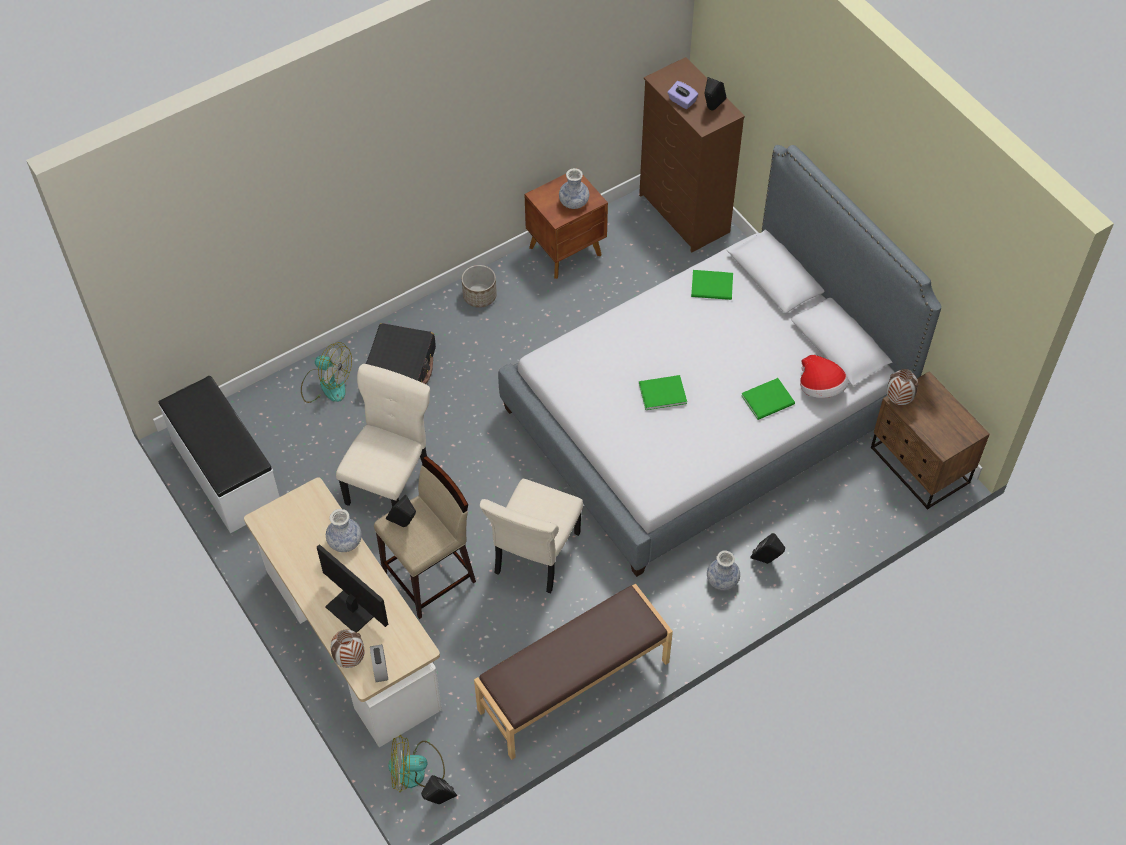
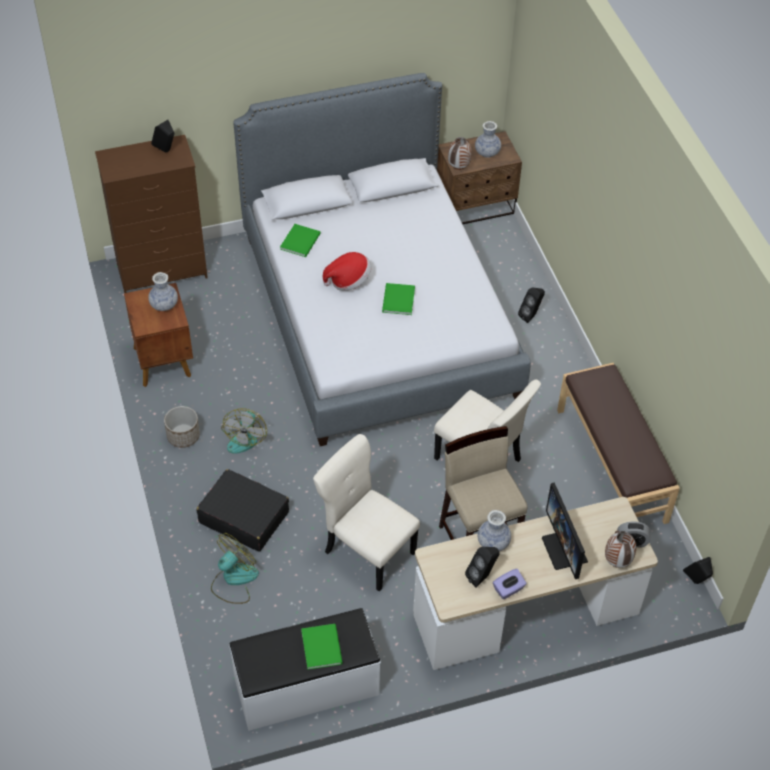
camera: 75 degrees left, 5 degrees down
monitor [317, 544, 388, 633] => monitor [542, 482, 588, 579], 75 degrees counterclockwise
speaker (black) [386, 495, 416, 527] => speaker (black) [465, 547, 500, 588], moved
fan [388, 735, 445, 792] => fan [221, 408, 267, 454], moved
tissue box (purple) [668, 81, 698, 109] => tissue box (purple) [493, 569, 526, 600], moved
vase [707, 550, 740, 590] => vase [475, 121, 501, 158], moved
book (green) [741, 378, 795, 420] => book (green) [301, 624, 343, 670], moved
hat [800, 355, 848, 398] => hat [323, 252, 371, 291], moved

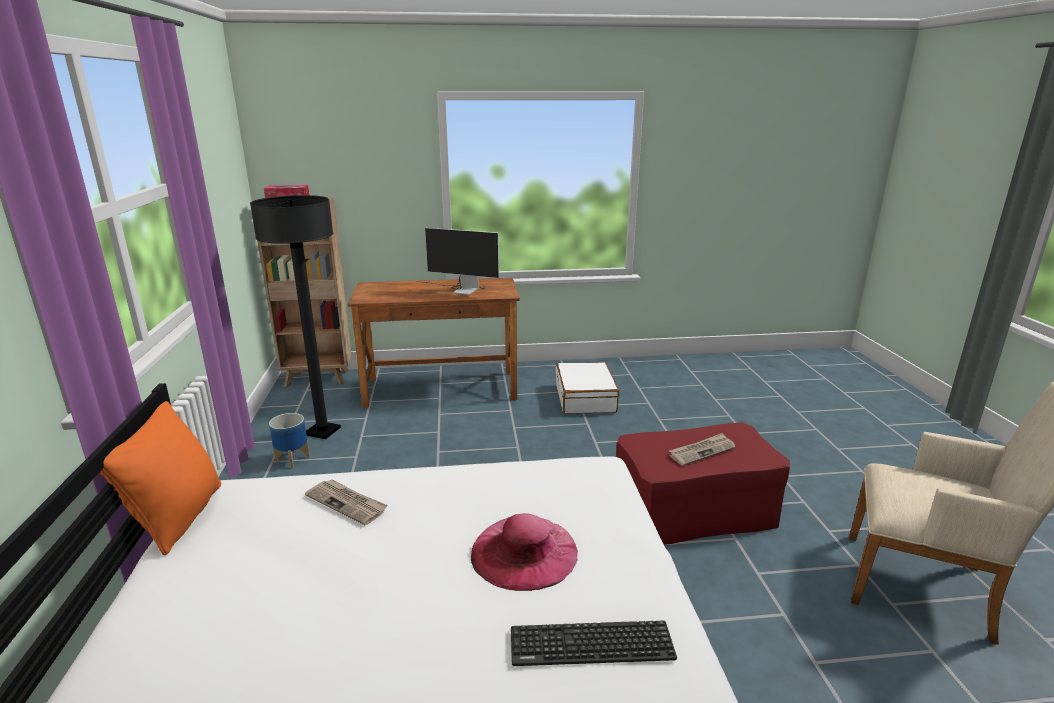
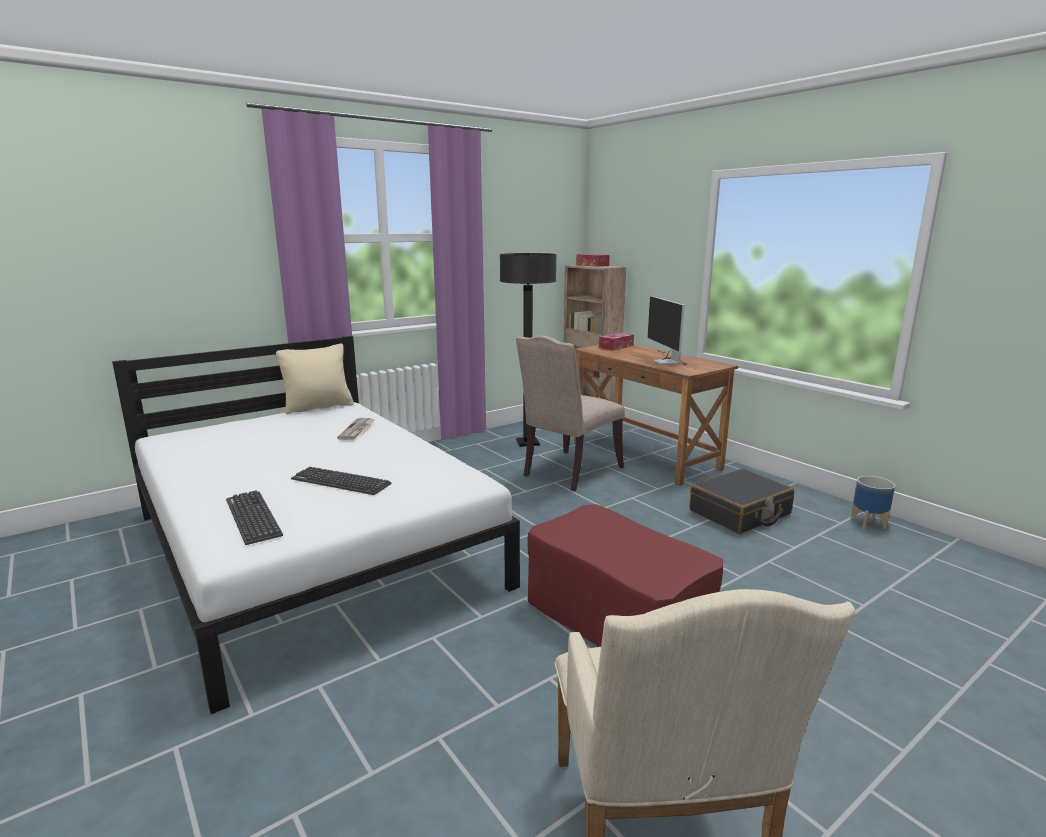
camera: 60 degrees right, 5 degrees down
pillow (orange) [100, 401, 221, 555] => pillow (beige) [275, 344, 354, 414]
planter [269, 413, 310, 468] => planter [851, 476, 895, 530], moved
hat (pink) [471, 513, 578, 591] => keyboard [291, 467, 392, 495]
suitcase (white) [556, 362, 619, 414] => suitcase (black) [689, 469, 794, 534]
newspaper [669, 433, 735, 466] => nothing
nothing => chair (beige) [516, 336, 625, 491]
nothing => tissue box [599, 333, 634, 351]

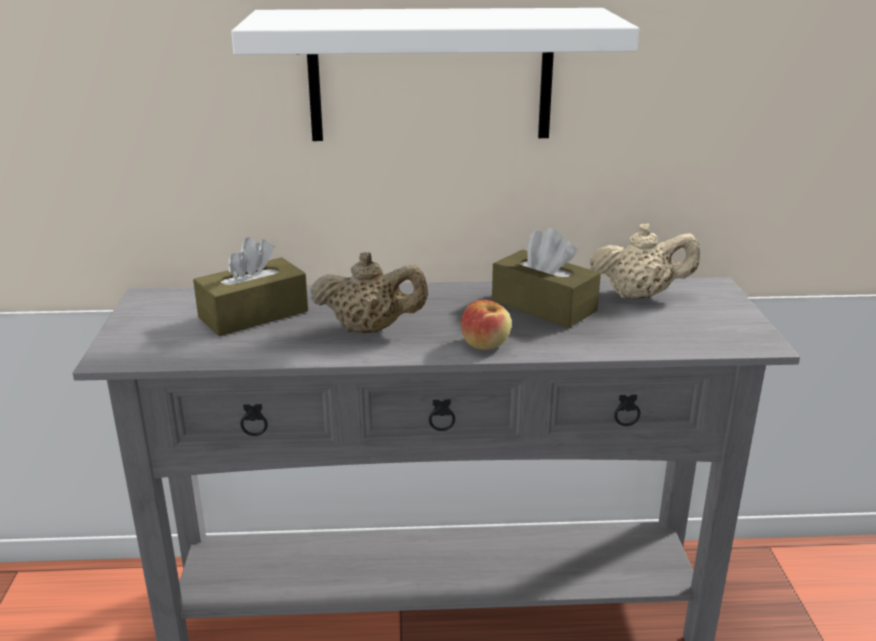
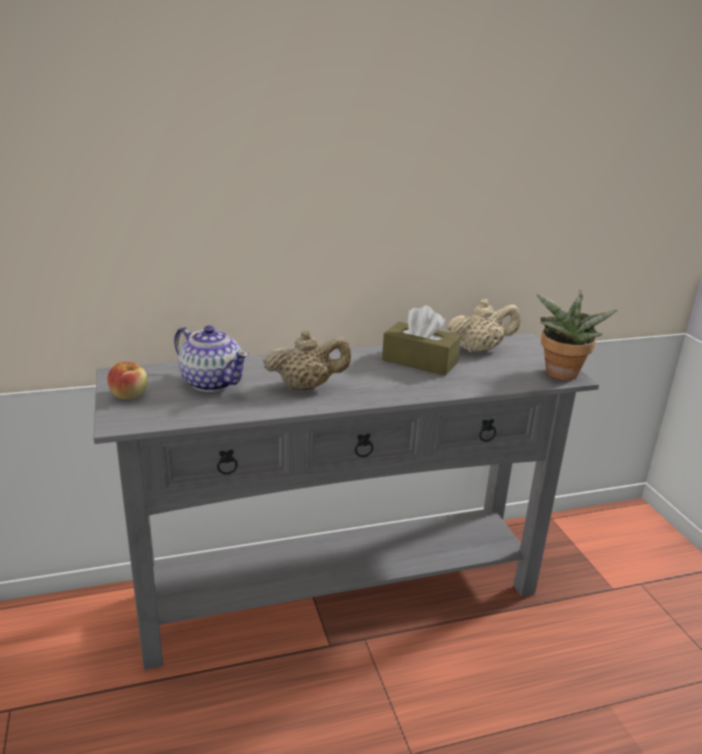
camera: 15 degrees left, 0 degrees up
tissue box (brown) [193, 237, 308, 336] => teapot [174, 325, 249, 392]
shelf (white) [231, 8, 639, 141] => nothing
apple [461, 300, 512, 350] => apple [107, 362, 148, 399], moved
nothing => potted plant [537, 290, 618, 380]

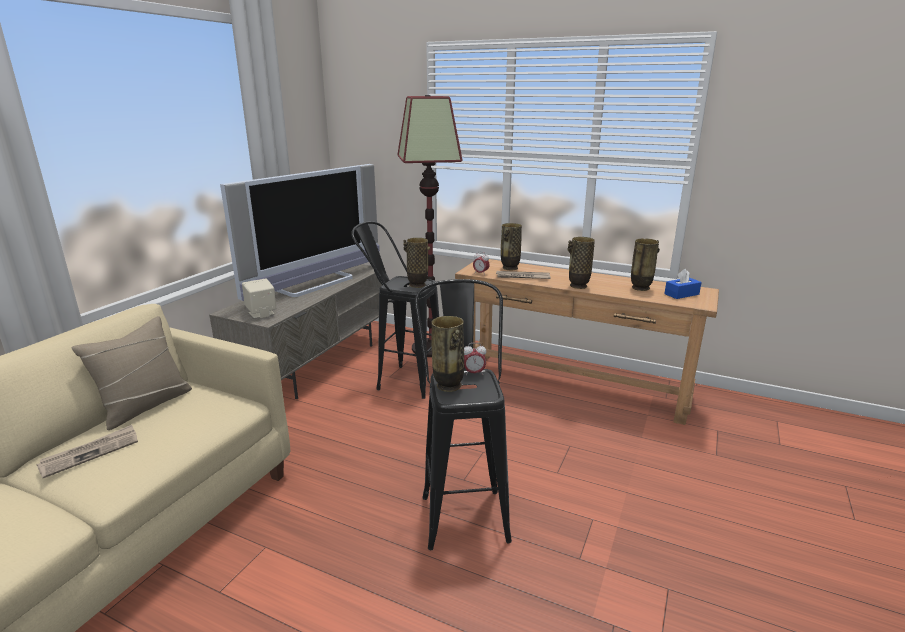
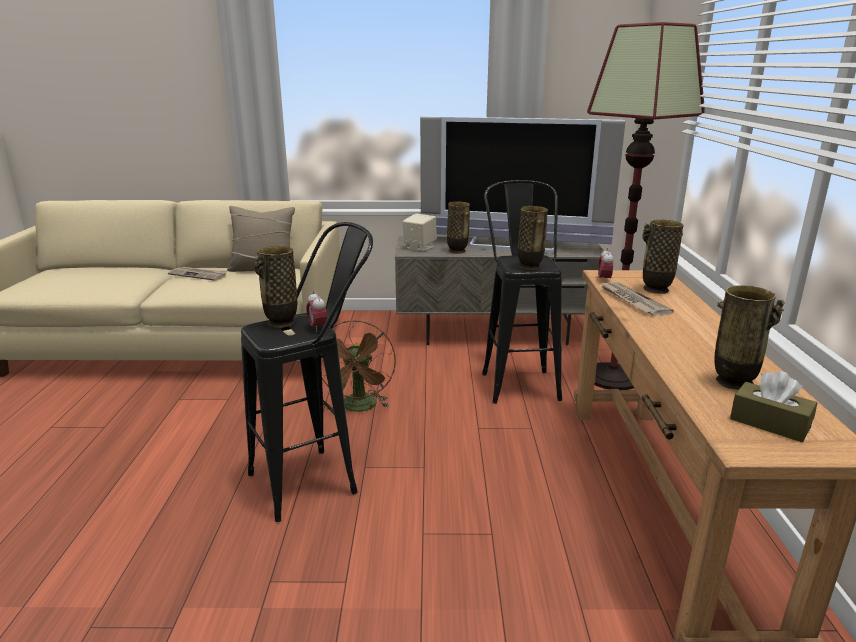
camera: 65 degrees right, 0 degrees up
vase [567, 237, 595, 289] => vase [447, 201, 470, 254], moved
tissue box (blue) [664, 269, 702, 299] => tissue box (brown) [730, 371, 817, 442]
nothing => fan (brown) [322, 320, 396, 412]

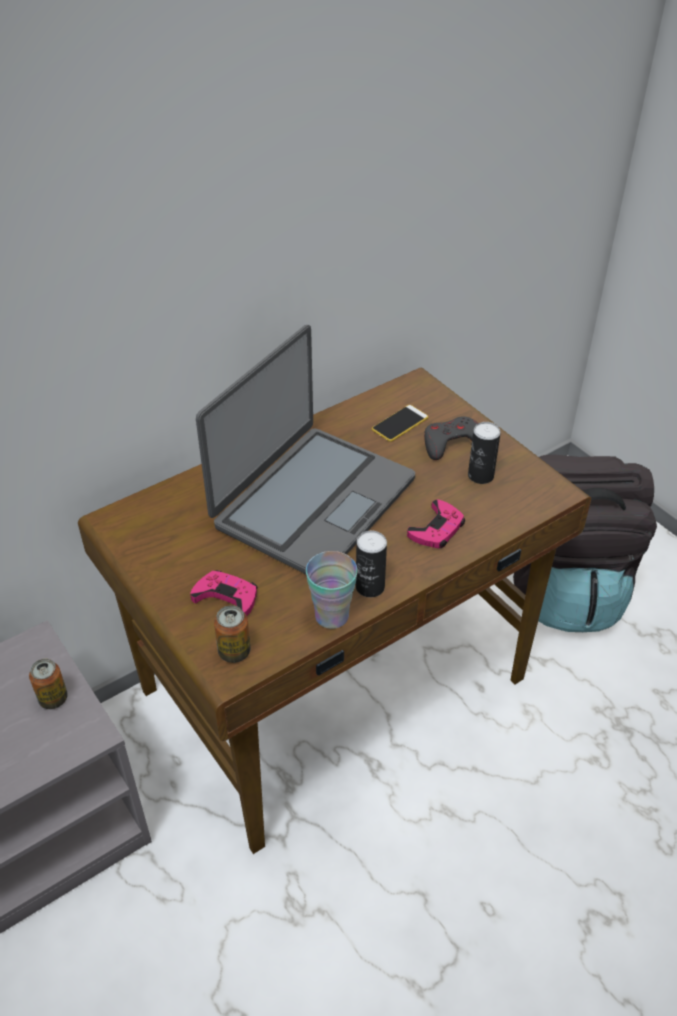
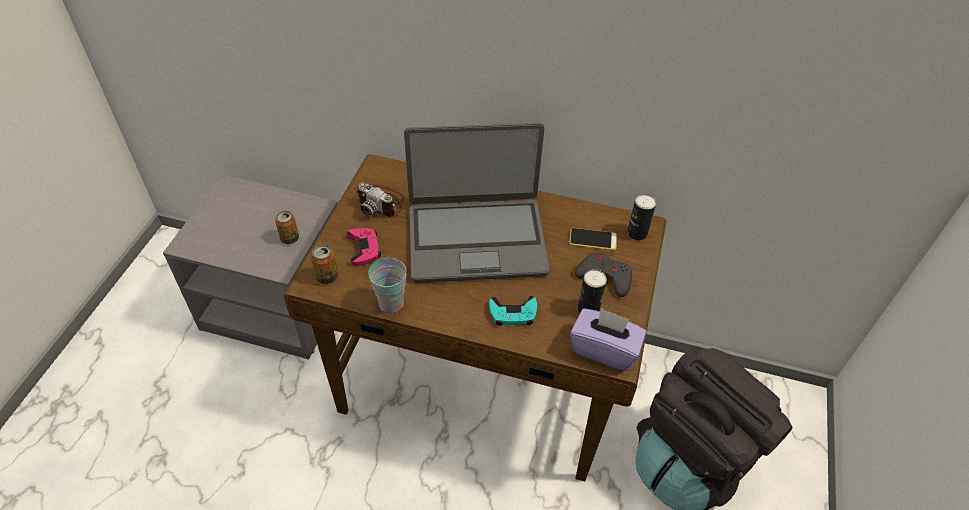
camera: 50 degrees right, 5 degrees up
can [356, 530, 387, 597] => can [627, 194, 656, 240], moved
game controller (pink) [407, 499, 465, 549] => game controller (turquoise) [489, 296, 537, 326]
nothing => photo camera [355, 182, 405, 217]
nothing => tissue box (purple) [570, 308, 646, 371]

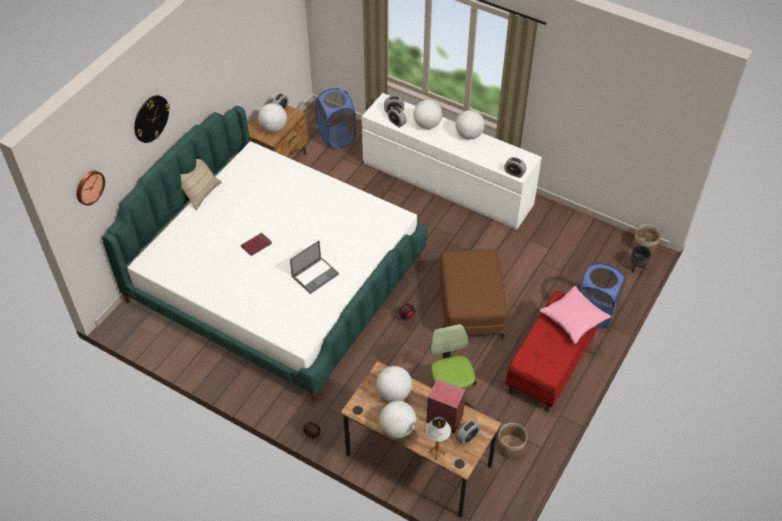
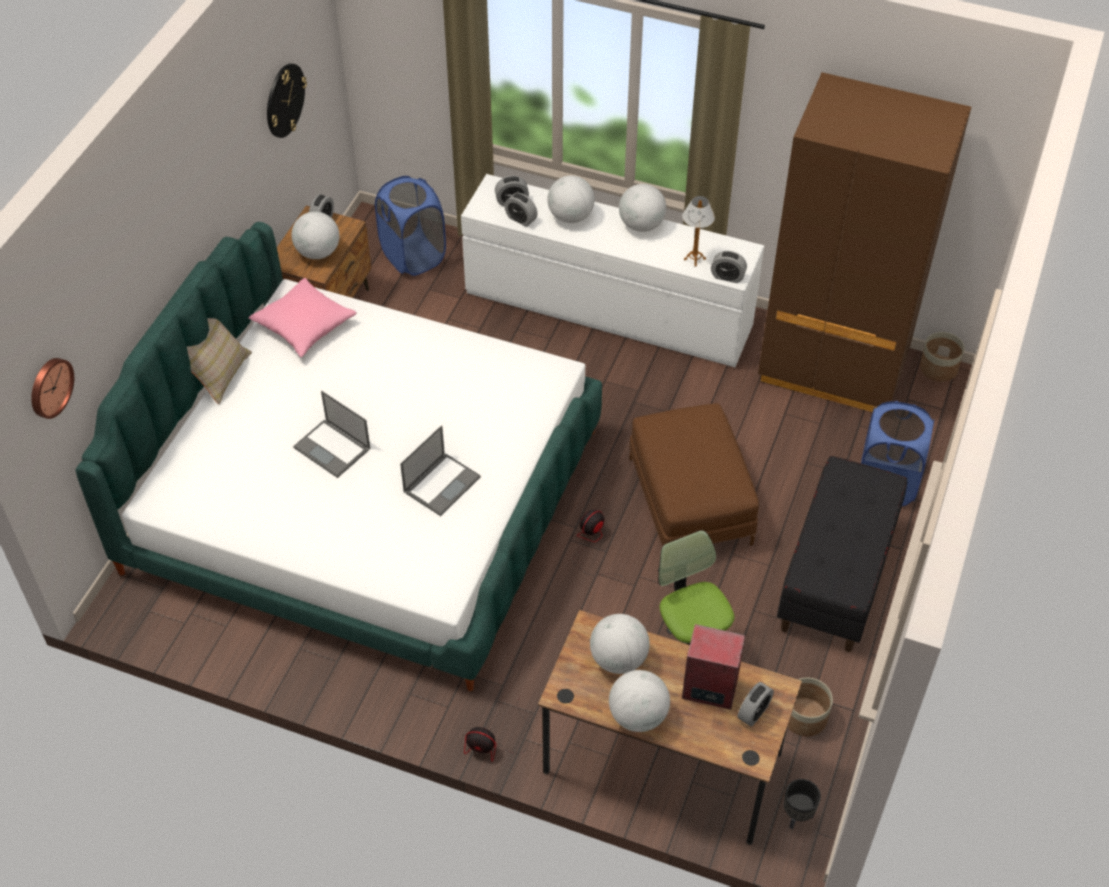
camera: 10 degrees left, 0 degrees up
wall clock [134, 95, 170, 143] => wall clock [267, 63, 307, 138], moved
book (red) [241, 233, 272, 256] => laptop [293, 391, 370, 478]
table lamp [426, 417, 451, 460] => table lamp [682, 196, 715, 267], moved
bench (red) [506, 291, 599, 412] => bench (black) [777, 456, 907, 652]
pillow (pink) [539, 286, 611, 344] => pillow (pink) [249, 278, 357, 357], moved
planter (black) [631, 245, 651, 273] => planter (black) [784, 779, 821, 829], moved
nothing => wardrobe (brown) [758, 72, 972, 412]

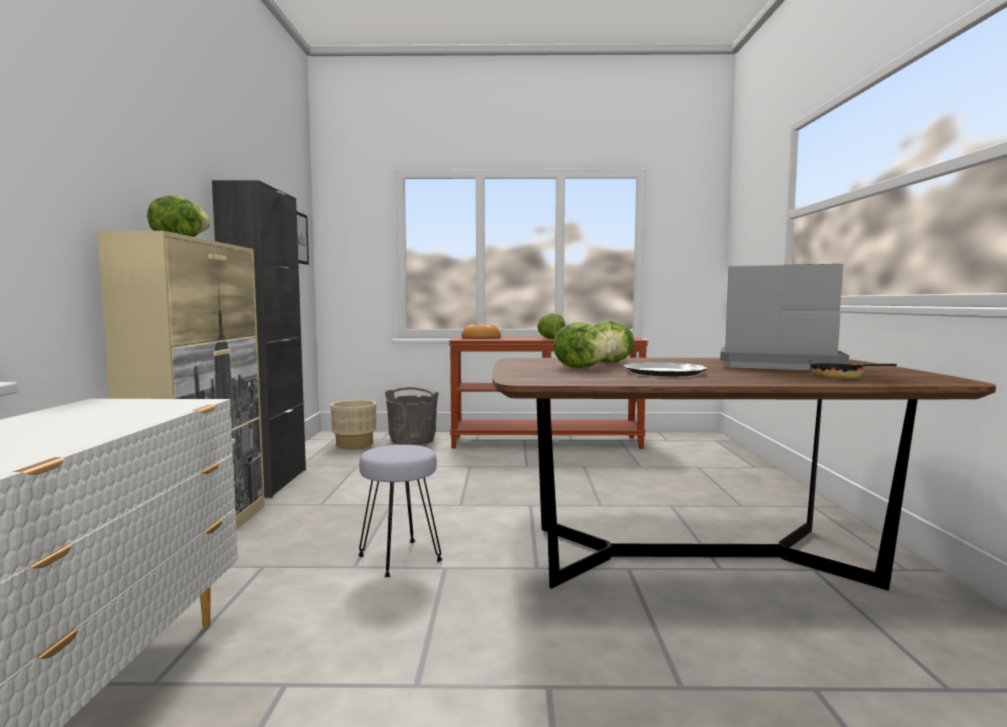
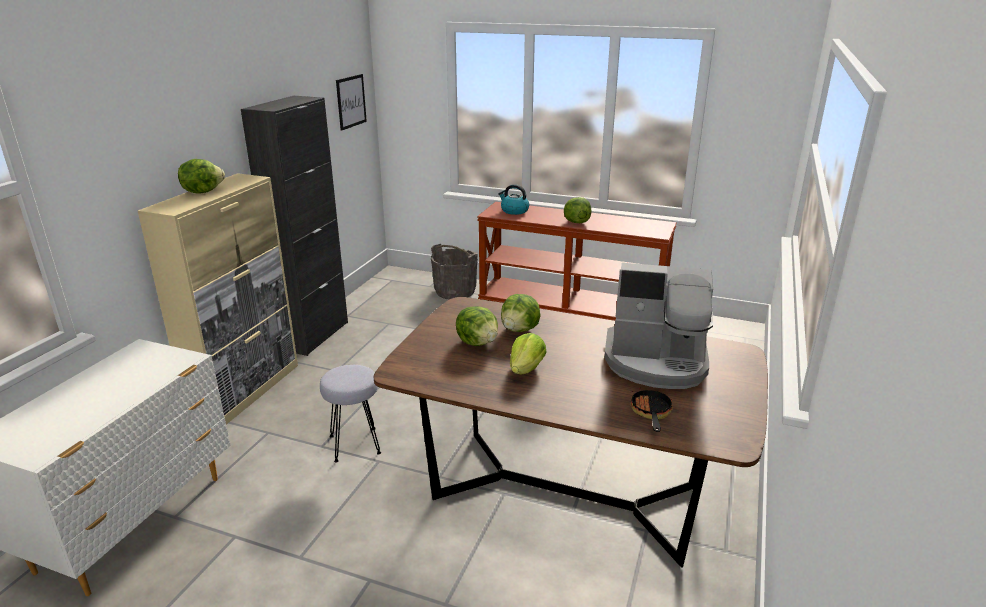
camera: 20 degrees right, 20 degrees up
planter (beige) [331, 400, 376, 449] => nothing
bread [462, 324, 501, 339] => kettle [498, 184, 529, 215]
plate [623, 362, 708, 377] => lettuce [510, 333, 547, 374]
coffee machine [720, 264, 849, 370] => coffee machine [604, 263, 713, 389], 150 degrees clockwise

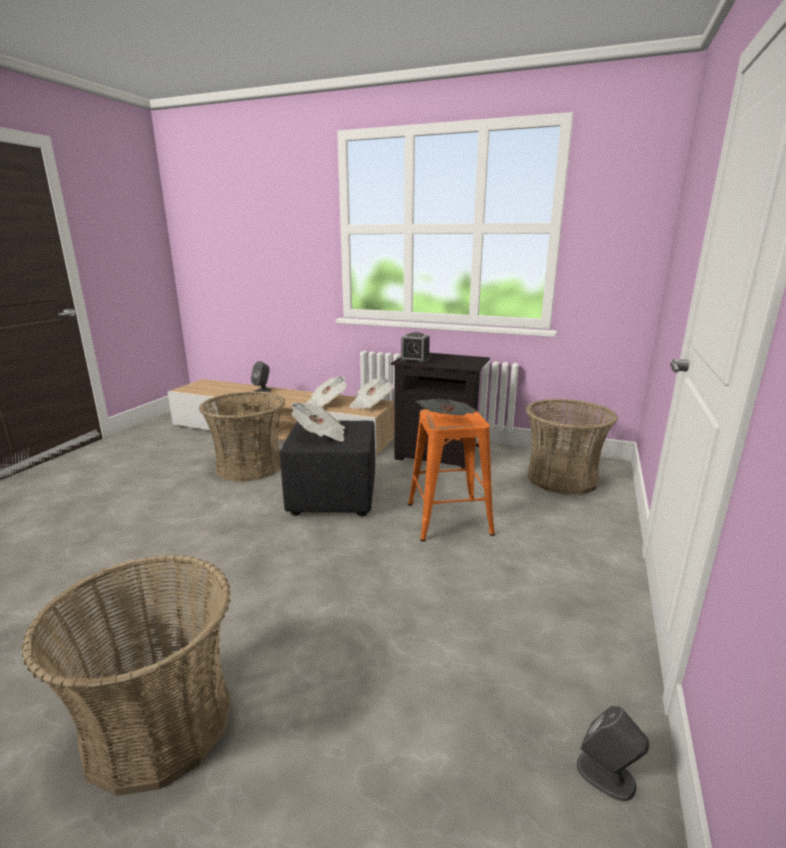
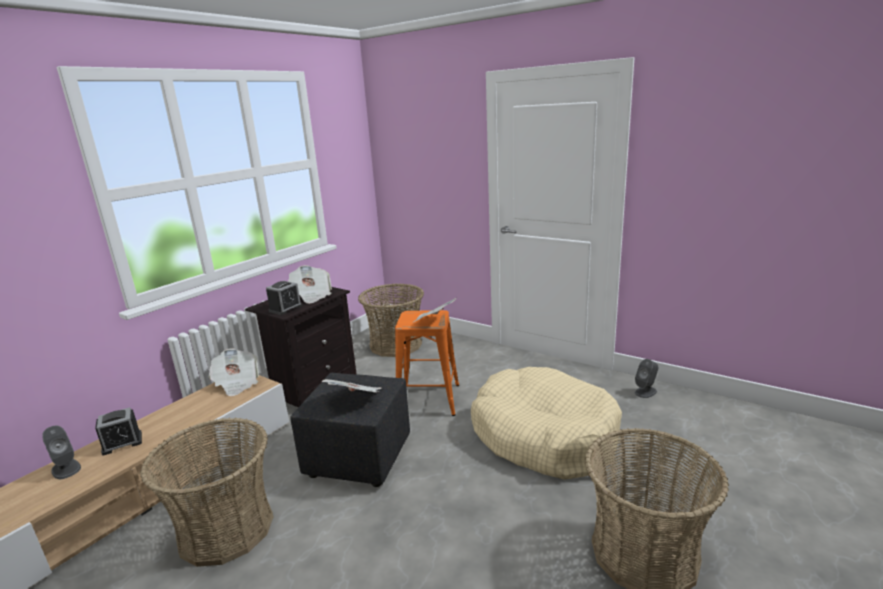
camera: 75 degrees left, 0 degrees up
newspaper [305, 376, 347, 407] => newspaper [288, 265, 332, 304], moved
nothing => alarm clock [95, 407, 142, 455]
nothing => dog bed (beige) [471, 367, 622, 480]

